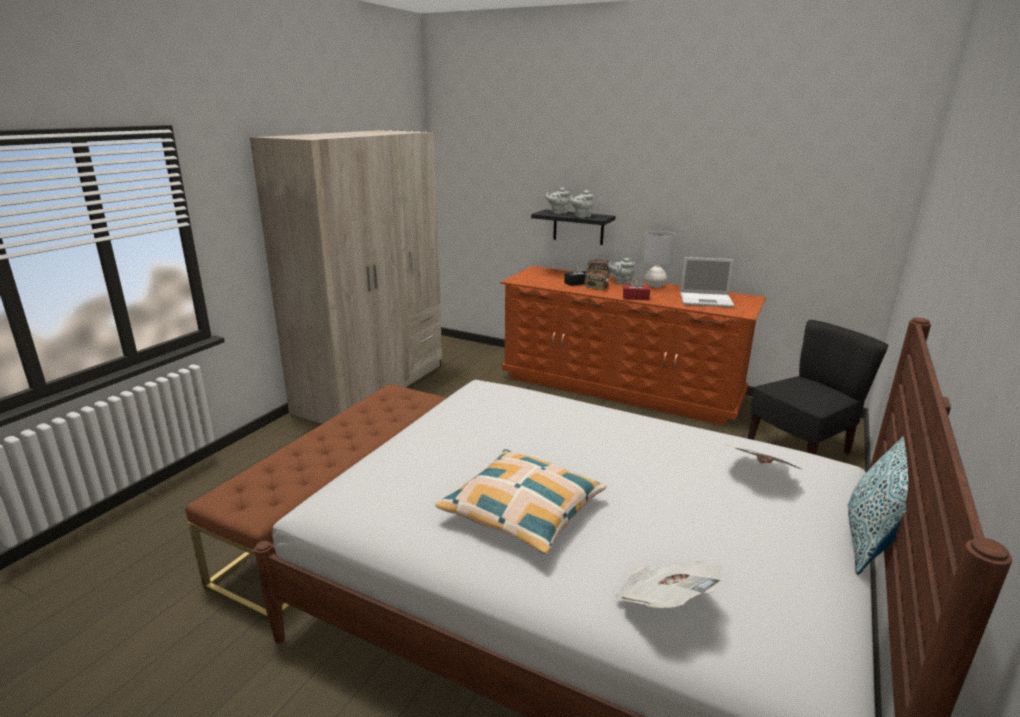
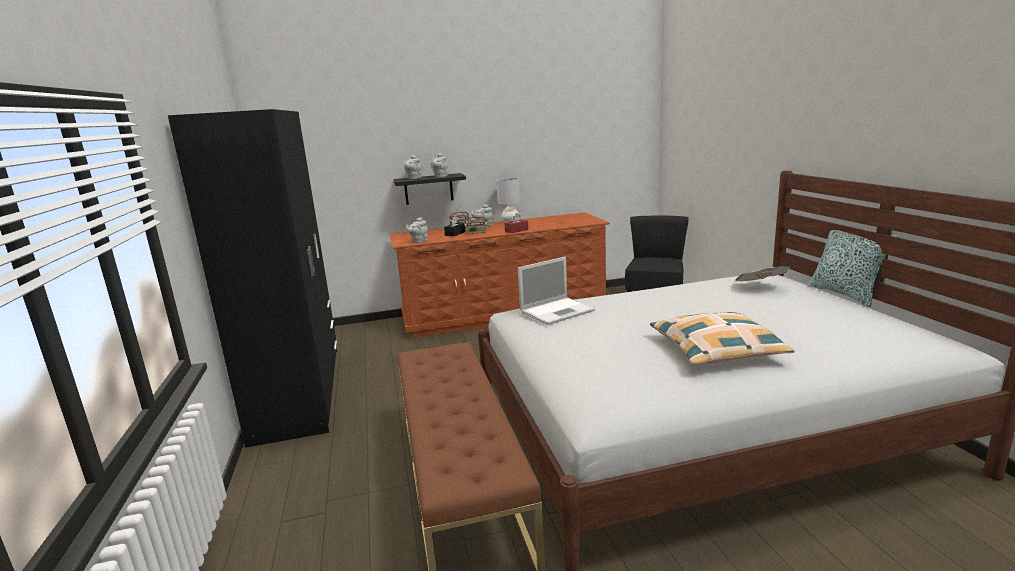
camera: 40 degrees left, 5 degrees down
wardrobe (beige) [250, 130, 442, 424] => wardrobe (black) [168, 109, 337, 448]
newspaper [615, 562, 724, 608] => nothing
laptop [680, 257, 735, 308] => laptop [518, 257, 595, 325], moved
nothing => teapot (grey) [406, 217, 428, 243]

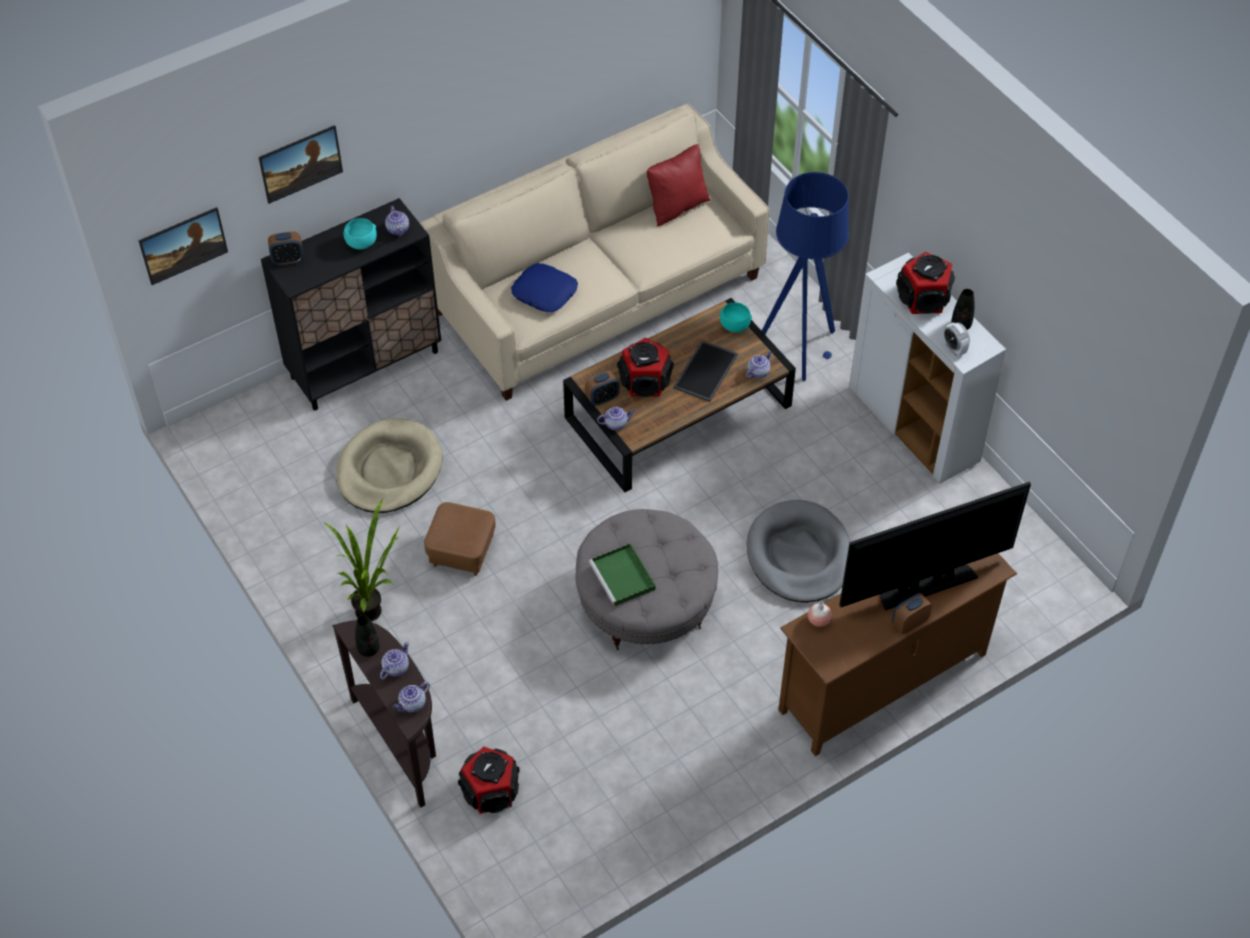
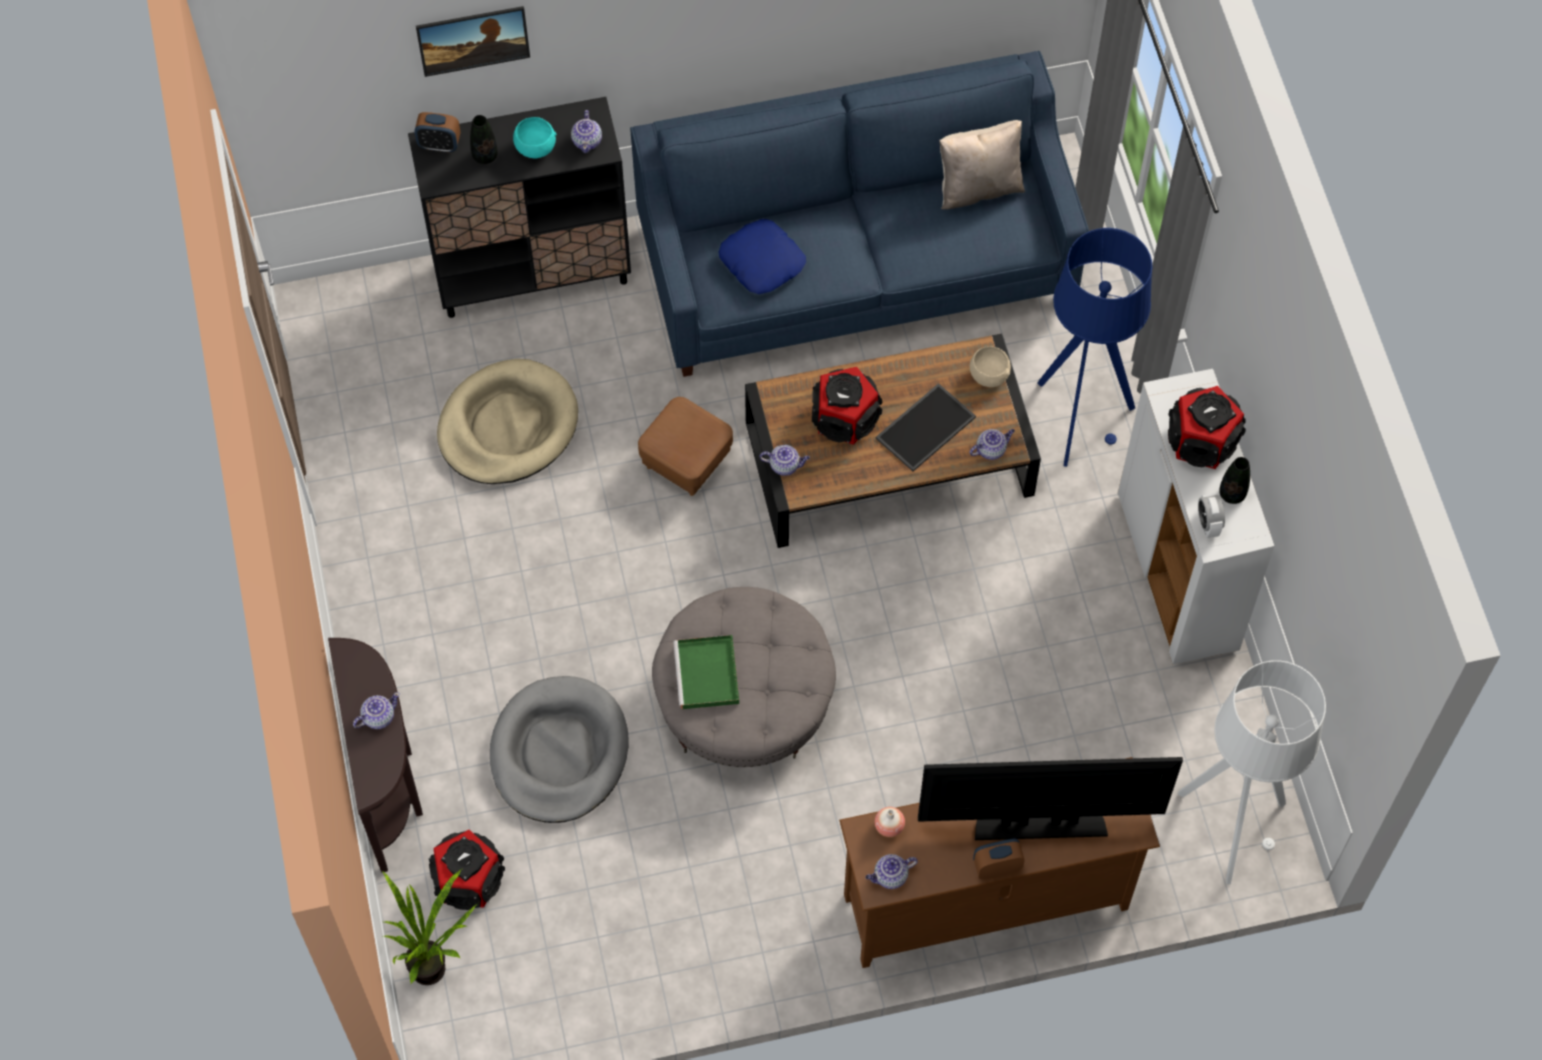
camera: 20 degrees right, 10 degrees up
picture [138, 207, 228, 285] => nothing
potted plant [325, 499, 399, 622] => potted plant [382, 869, 478, 985], moved
vase (black) [355, 616, 380, 657] => vase (black) [470, 115, 498, 164], moved
teapot [393, 682, 430, 713] => teapot [865, 854, 918, 889], moved
sofa (beige) [420, 103, 769, 401] => sofa (blue) [630, 51, 1089, 377]
ottoman (brown) [424, 502, 496, 576] => ottoman (brown) [638, 397, 733, 496], moved
alarm clock [585, 371, 620, 406] => nothing
pillow (red) [647, 144, 710, 226] => pillow (beige) [939, 120, 1025, 210]
bowl (turquoise) [720, 302, 752, 332] => bowl (beige) [970, 346, 1011, 387]
dog bed (grey) [747, 500, 851, 603] => dog bed (grey) [490, 676, 629, 823], moved
nothing => floor lamp (white) [1177, 660, 1326, 884]

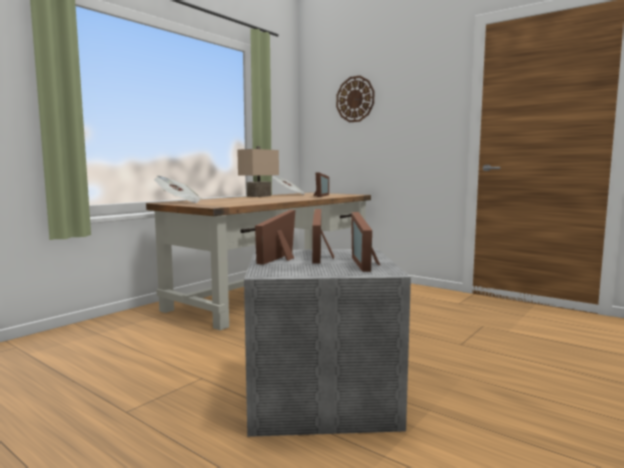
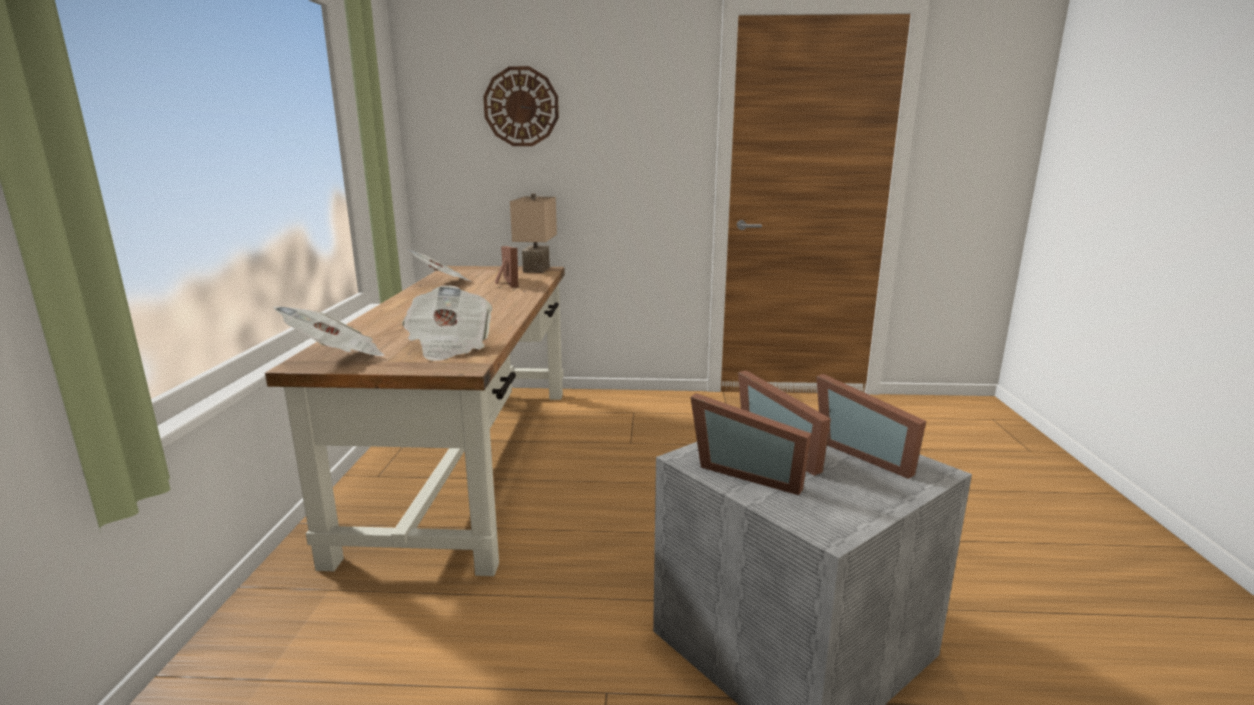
camera: 35 degrees left, 10 degrees up
table lamp (beige) [237, 146, 279, 197] => table lamp (beige) [510, 193, 557, 273], moved
picture frame [255, 210, 295, 265] => picture frame [690, 393, 812, 495], 45 degrees counterclockwise
nothing => newspaper [402, 286, 493, 361]

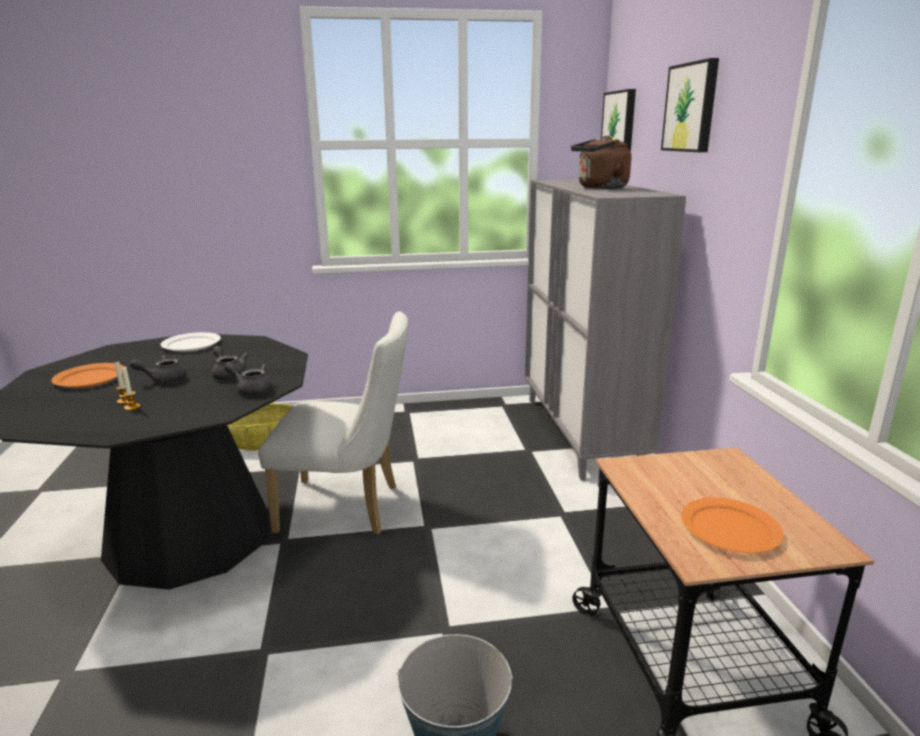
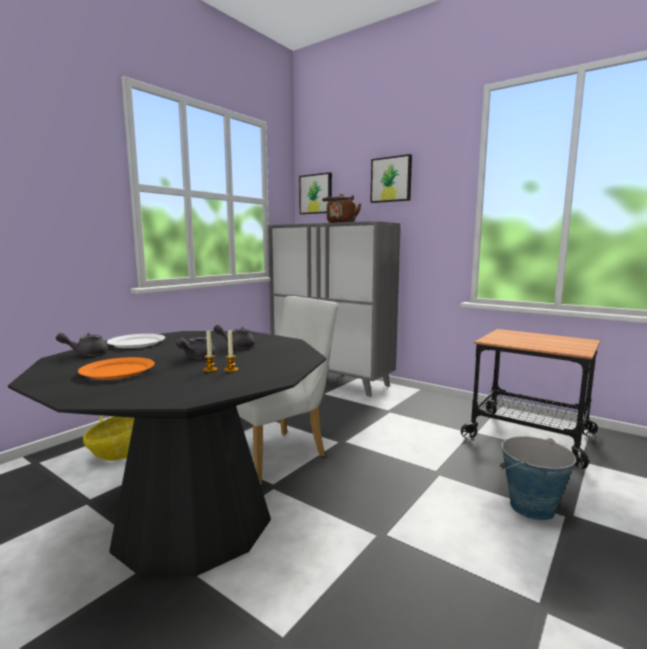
camera: 45 degrees left, 10 degrees down
teapot (grey) [224, 362, 272, 396] => teapot (grey) [56, 333, 108, 356], moved
plate (orange) [682, 497, 784, 553] => nothing

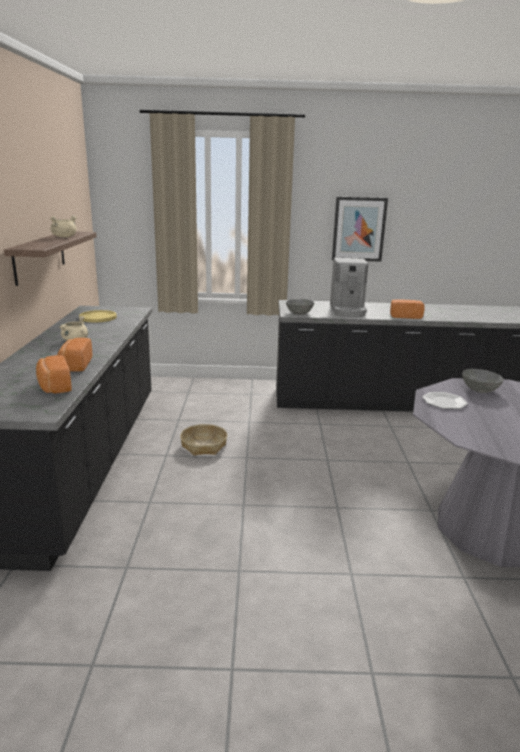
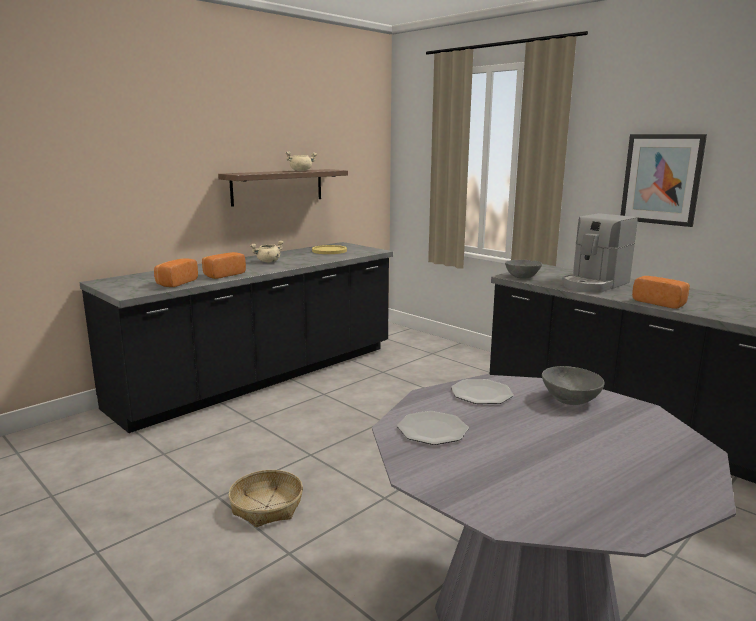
camera: 45 degrees right, 5 degrees down
basket [180, 424, 227, 456] => basket [229, 470, 303, 527], moved
nothing => plate [397, 411, 469, 445]

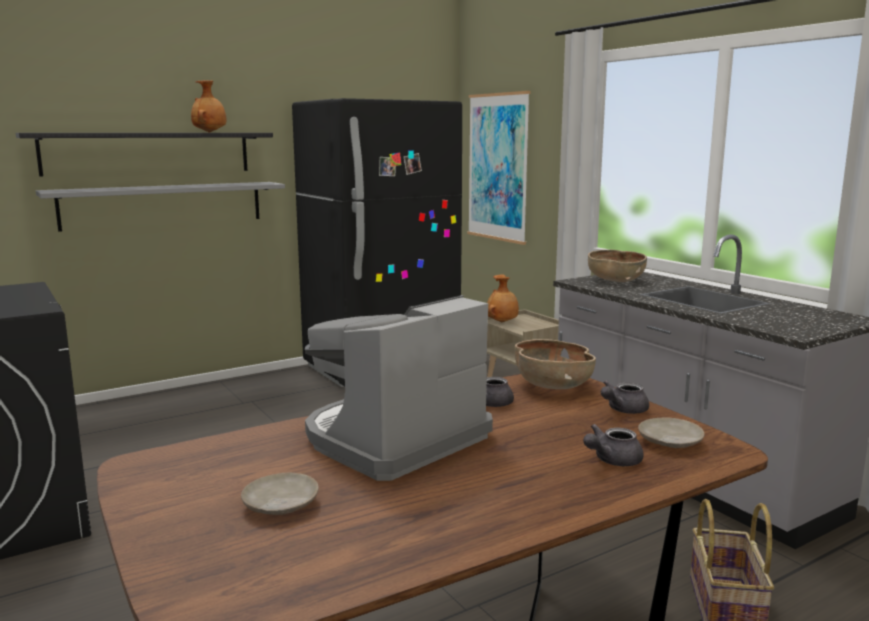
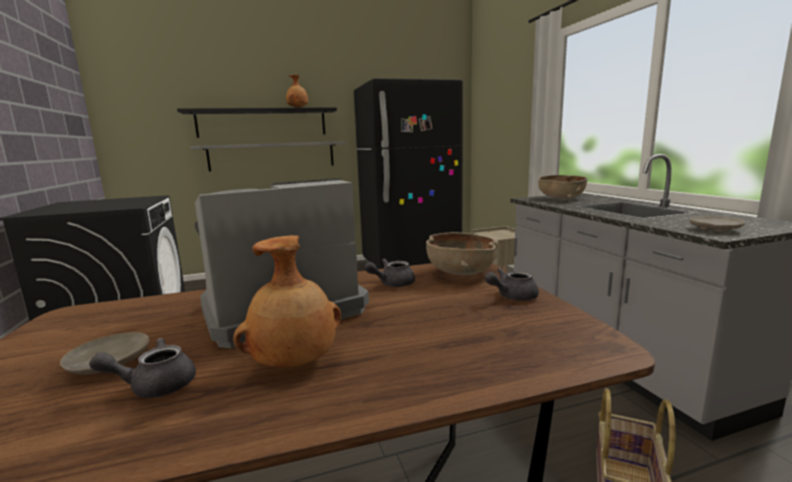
camera: 15 degrees right, 0 degrees up
picture [467, 91, 531, 245] => nothing
vase (brown) [487, 274, 519, 322] => vase (brown) [233, 235, 341, 368], moved
teapot (grey) [583, 424, 644, 466] => teapot (grey) [89, 338, 196, 398], moved
plate (beige) [638, 417, 704, 448] => plate (beige) [689, 216, 745, 232], moved

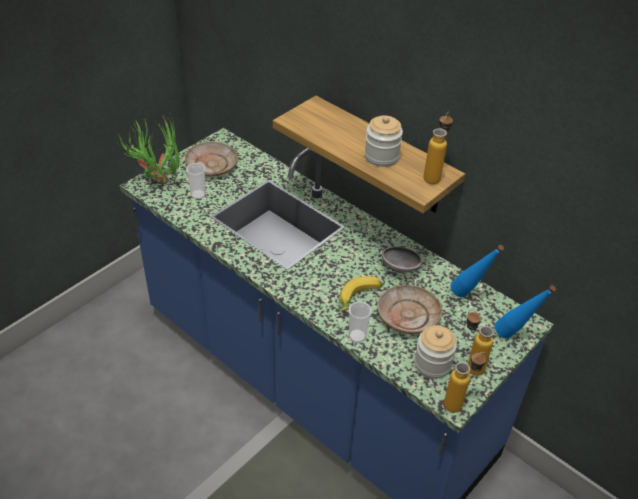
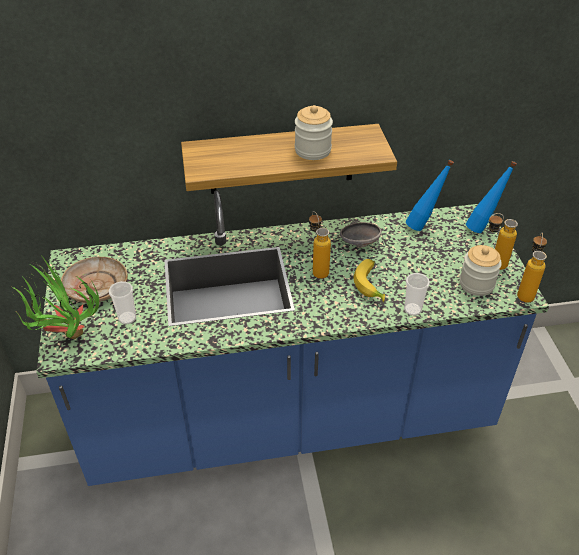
camera: 50 degrees left, 0 degrees up
plate (beige) [377, 285, 442, 334] => nothing
bottle [423, 112, 453, 184] => bottle [309, 211, 331, 279], moved

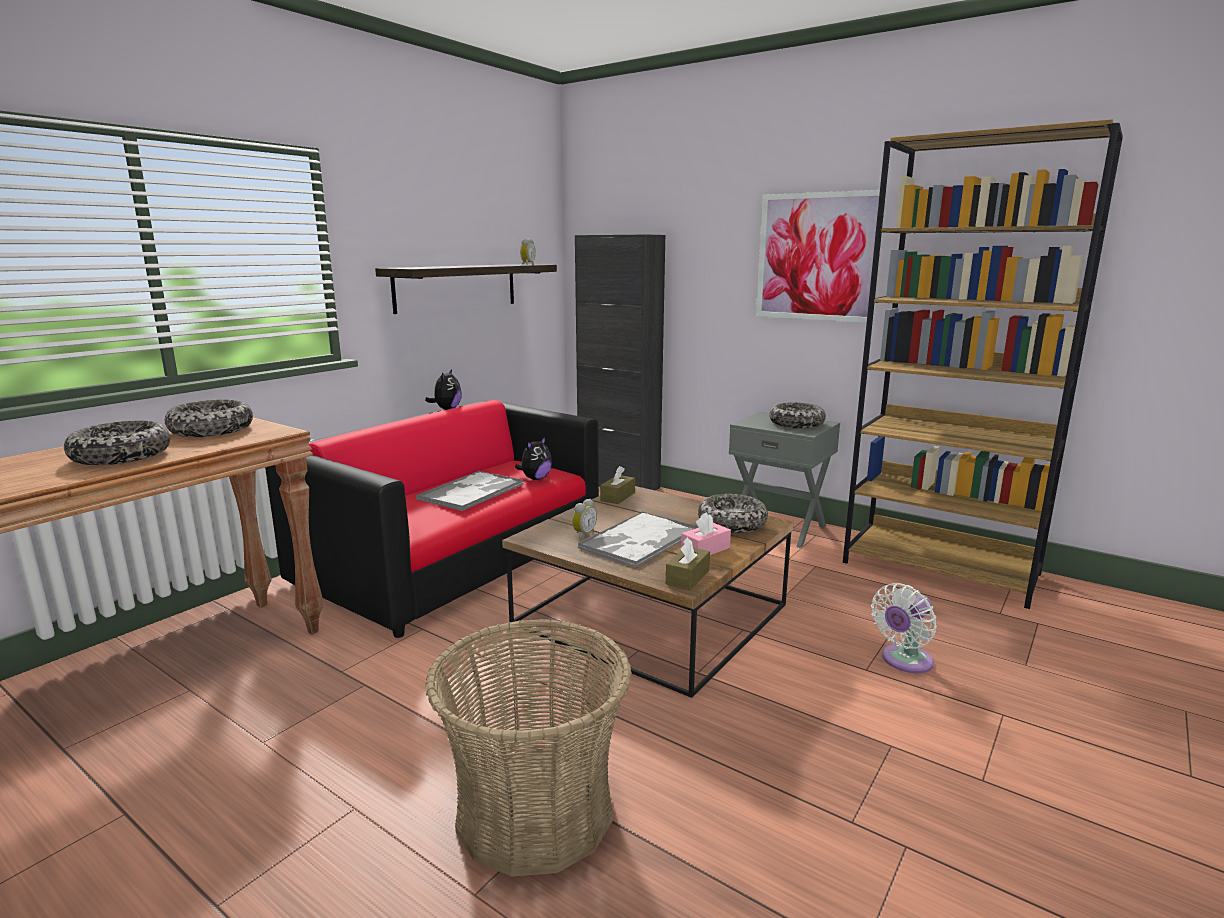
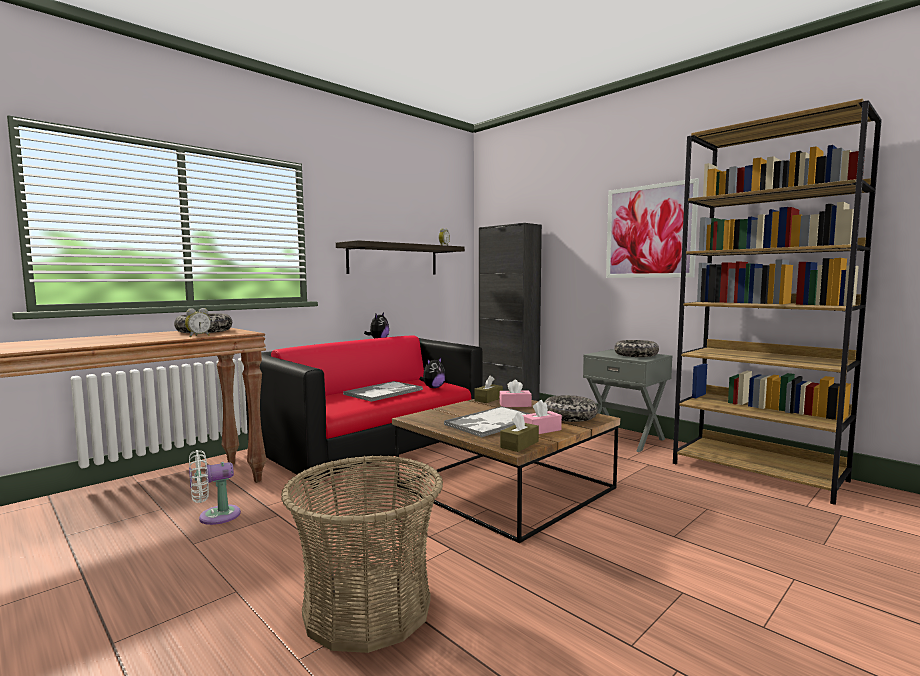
camera: 10 degrees right, 10 degrees down
bowl [64, 421, 170, 465] => nothing
alarm clock [572, 499, 597, 539] => alarm clock [185, 308, 211, 337], moved
fan (white) [871, 583, 937, 673] => fan (white) [189, 450, 241, 525], moved
nothing => tissue box (pink) [499, 380, 532, 407]

